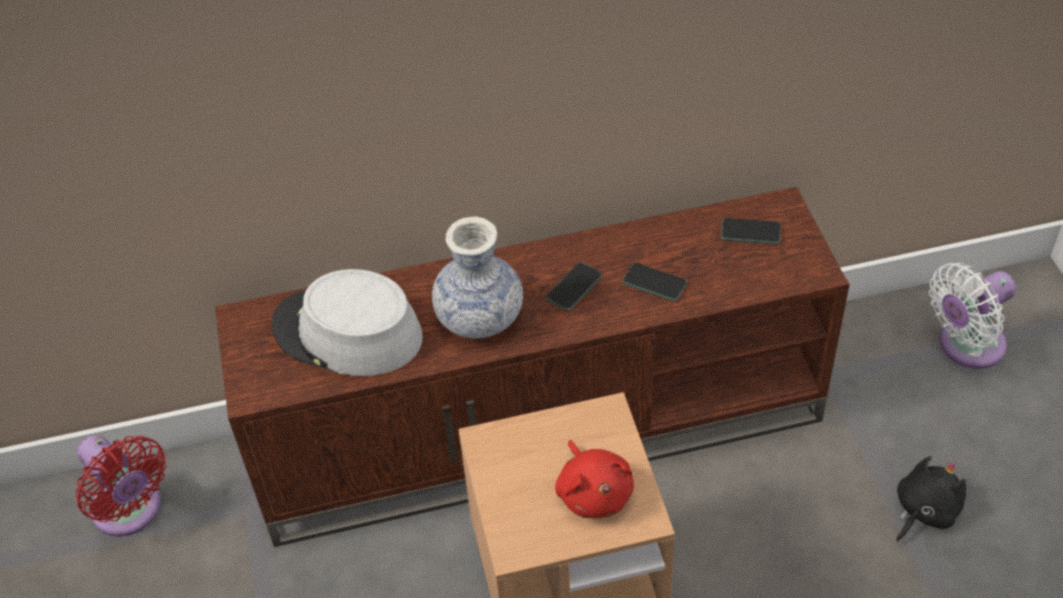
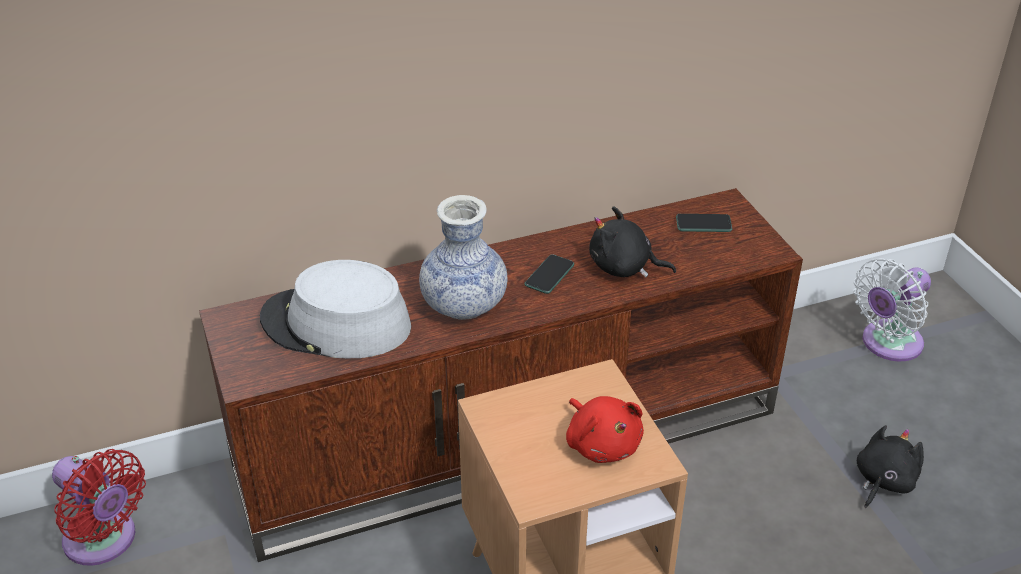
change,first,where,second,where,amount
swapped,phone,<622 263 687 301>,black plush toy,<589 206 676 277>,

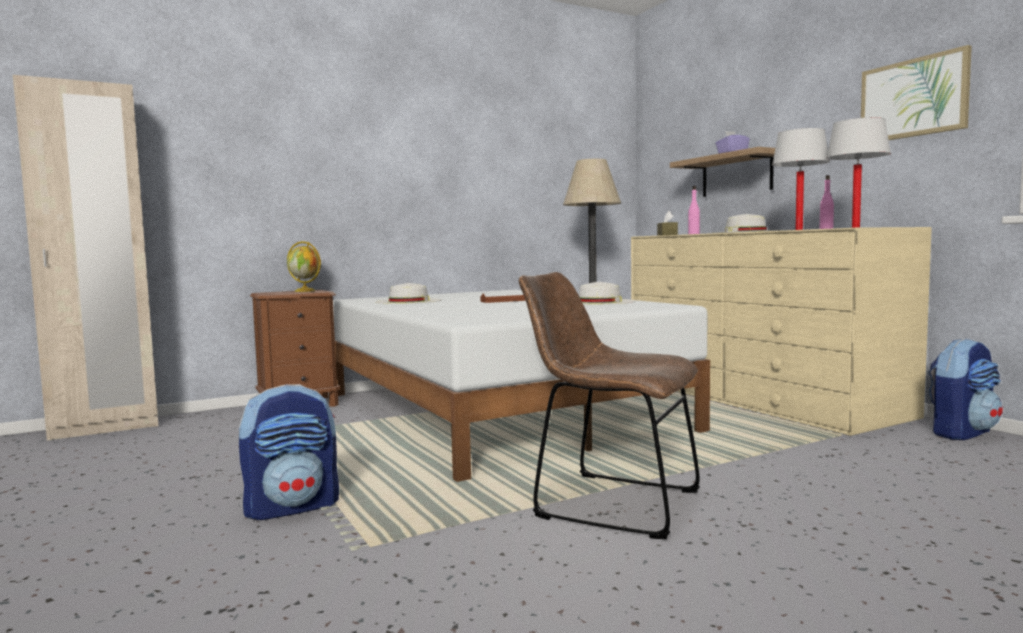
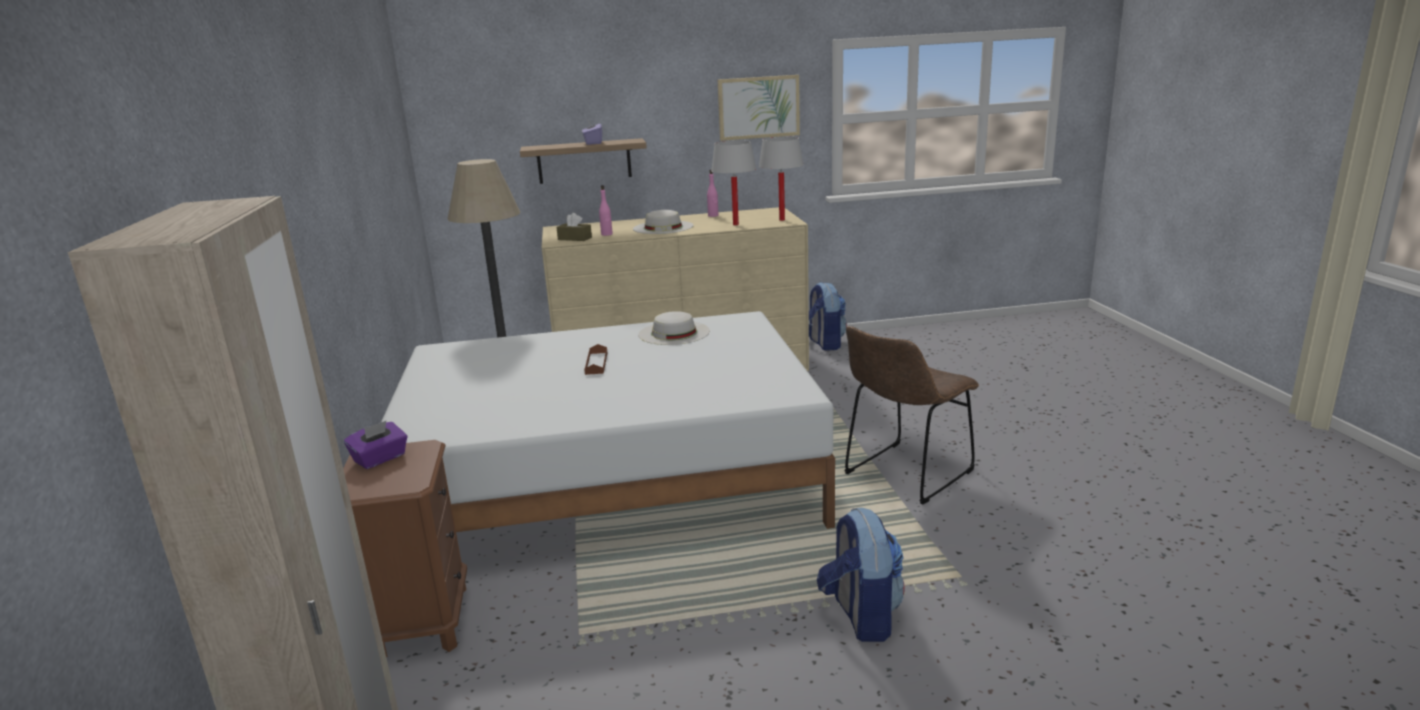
change,first,where,second,where,amount
swapped,globe,<287 241 321 292>,purple tissue box,<344 421 407 469>,
gone,white hat,<376 283 441 304>,,,

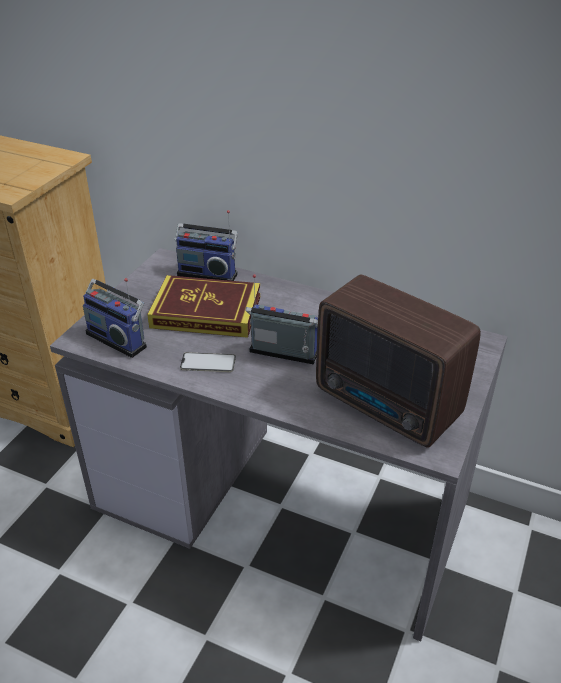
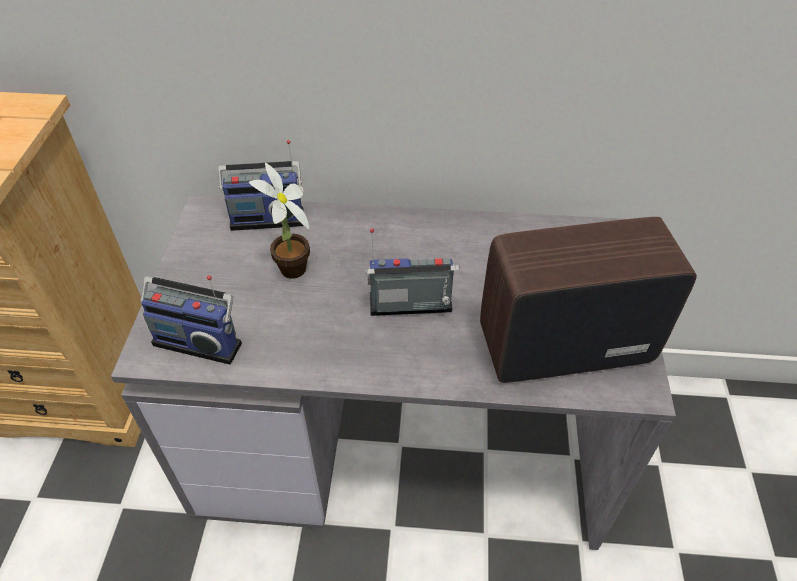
change,first,where,second,where,amount
rotated,radio,<316 274 481 448>,,<480 217 697 383>,150 degrees clockwise
swapped,book,<147 275 260 338>,potted plant,<249 162 310 279>,
gone,phone,<180 352 236 372>,,,

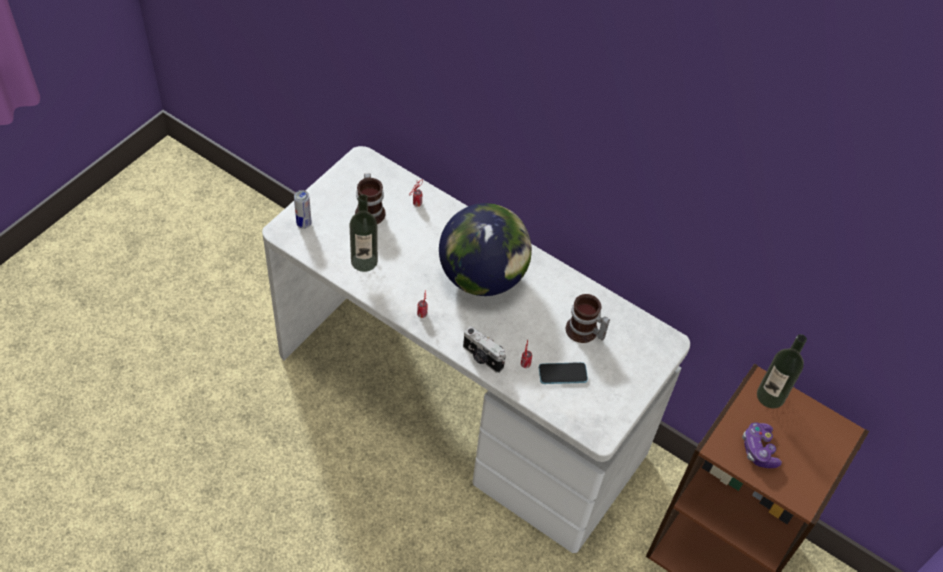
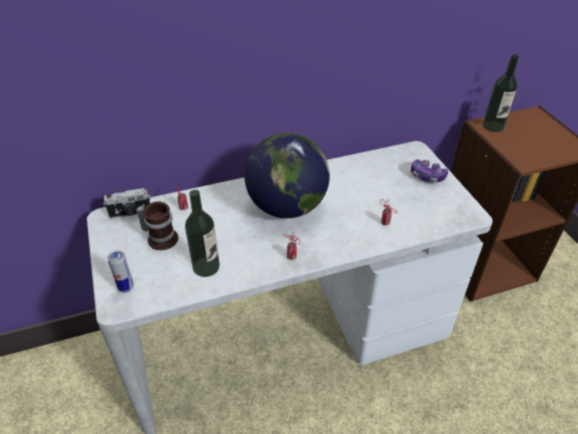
change,first,where,second,where,amount
gone,mug,<566 294 610 343>,,,
shifted,photo camera,<463 326 506 373>,,<104 188 150 219>,
gone,phone,<539 362 588 384>,,,
shifted,game controller,<742 422 782 468>,,<411 159 448 183>,

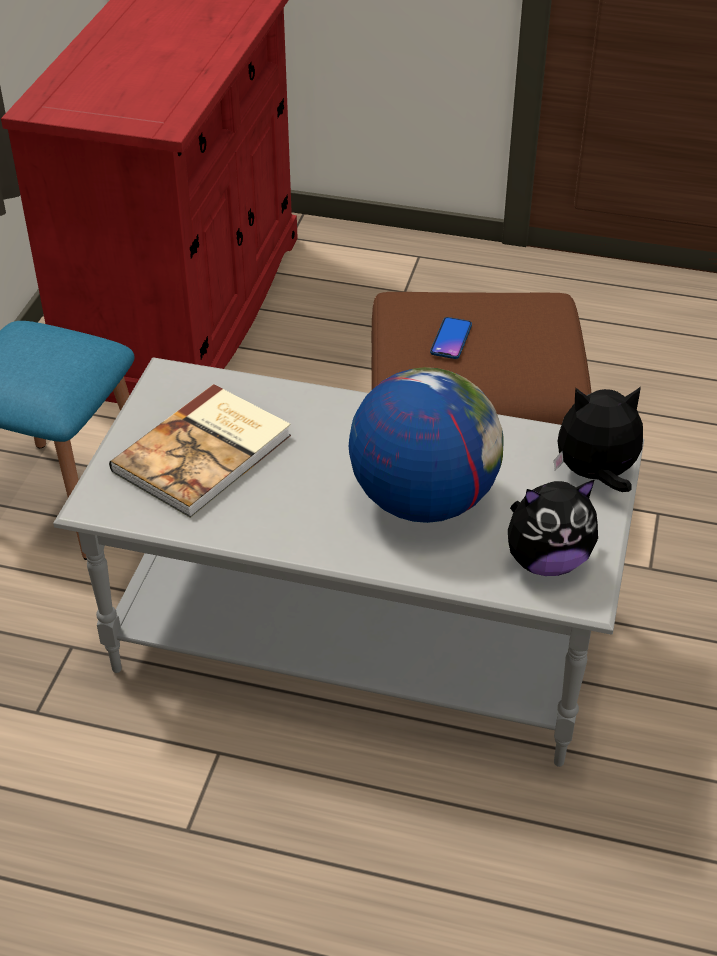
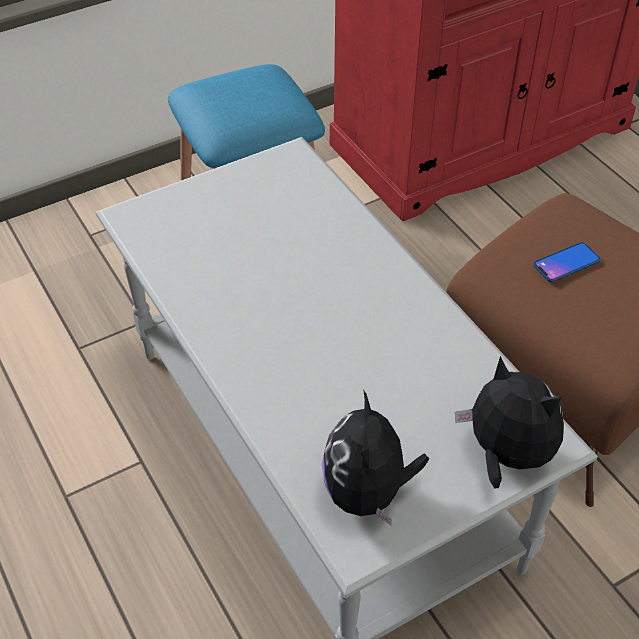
change,first,where,second,where,amount
gone,globe,<349 367 504 523>,,,
gone,book,<109 384 291 518>,,,
rotated,plush toy,<508 479 598 576>,,<322 389 429 526>,60 degrees clockwise

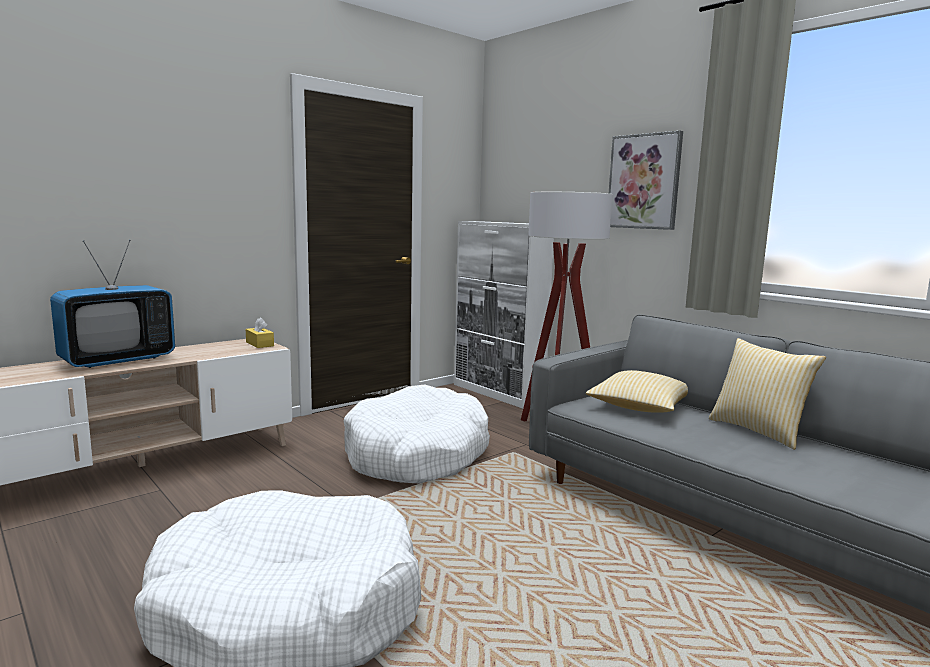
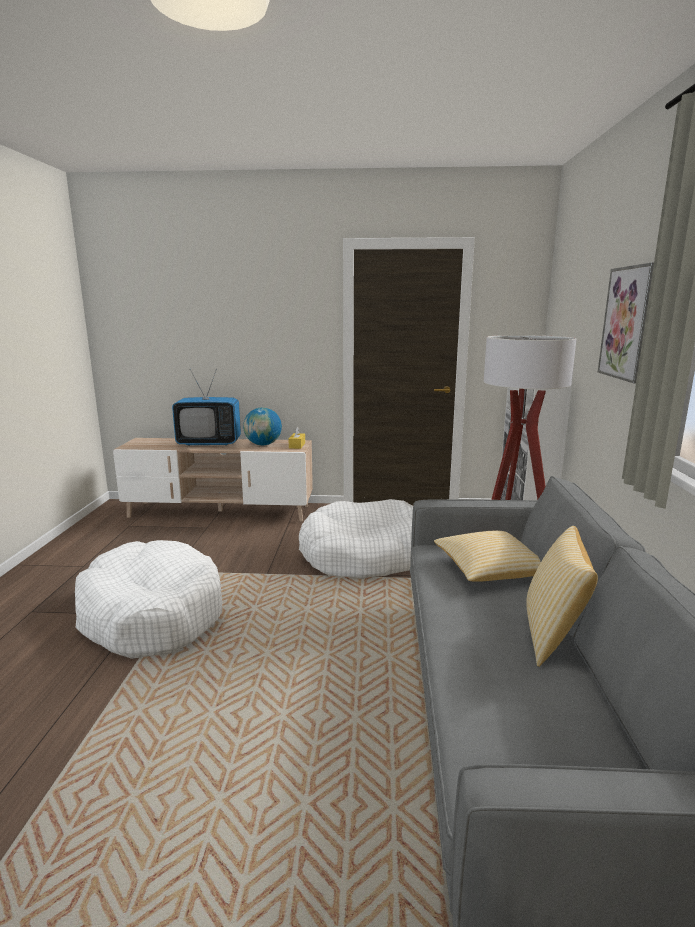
change,first,where,second,where,amount
new,,,globe,<243 408 282 445>,

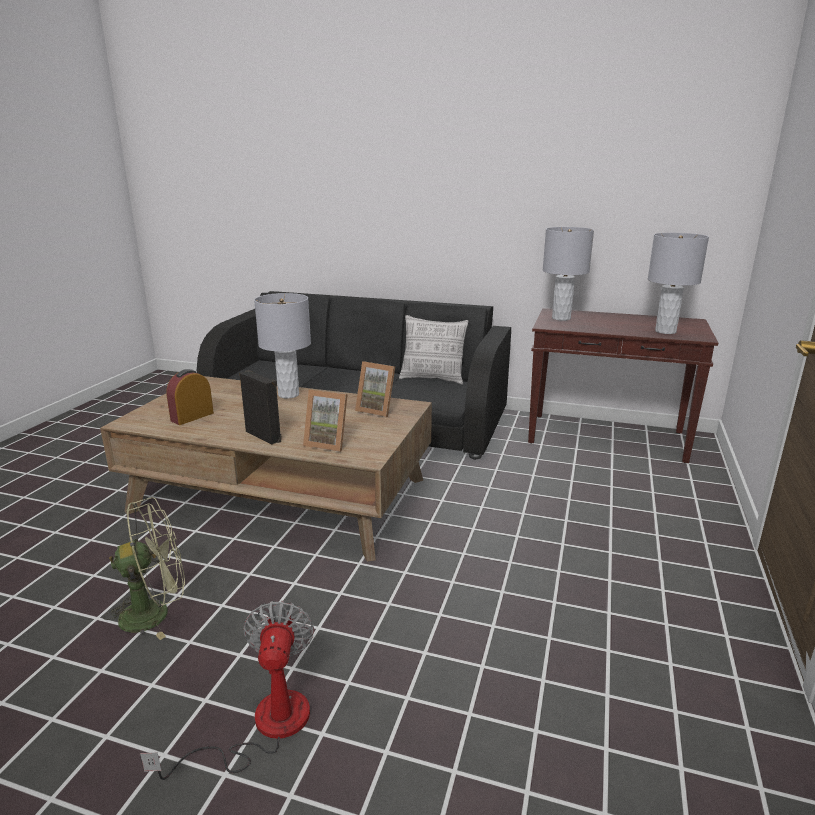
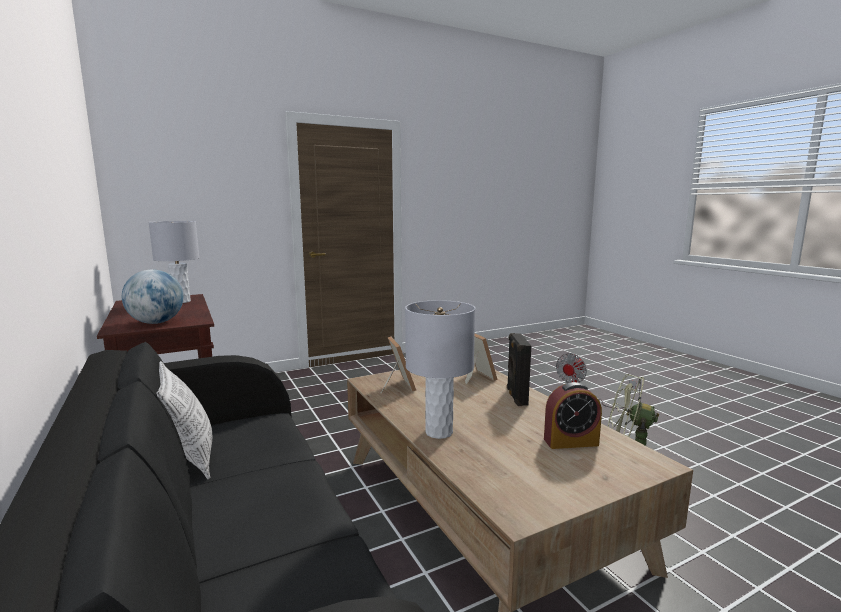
change,first,where,second,where,amount
swapped,grey table lamp,<543 227 594 321>,globe,<122 269 183 324>,

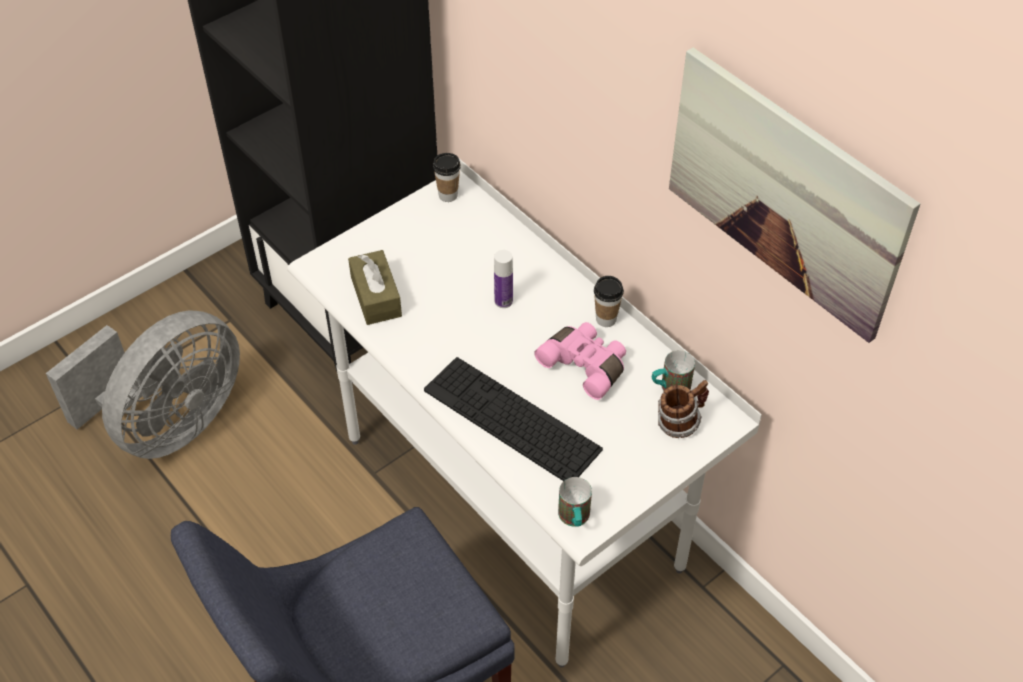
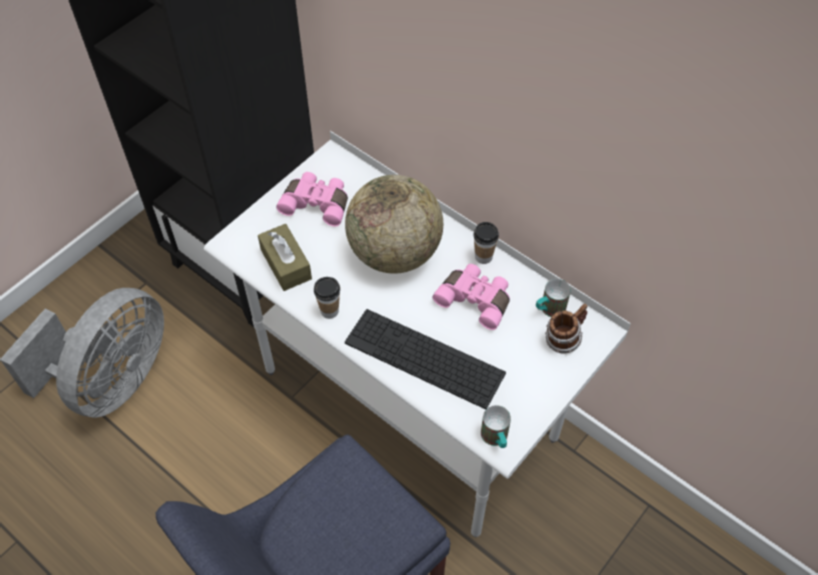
change,first,where,second,where,amount
gone,picture,<669 47 920 343>,,,
shifted,cup,<433 153 461 202>,,<314 277 340 319>,
swapped,bottle,<494 250 513 308>,globe,<345 175 443 274>,
new,,,pink binoculars,<276 172 348 226>,

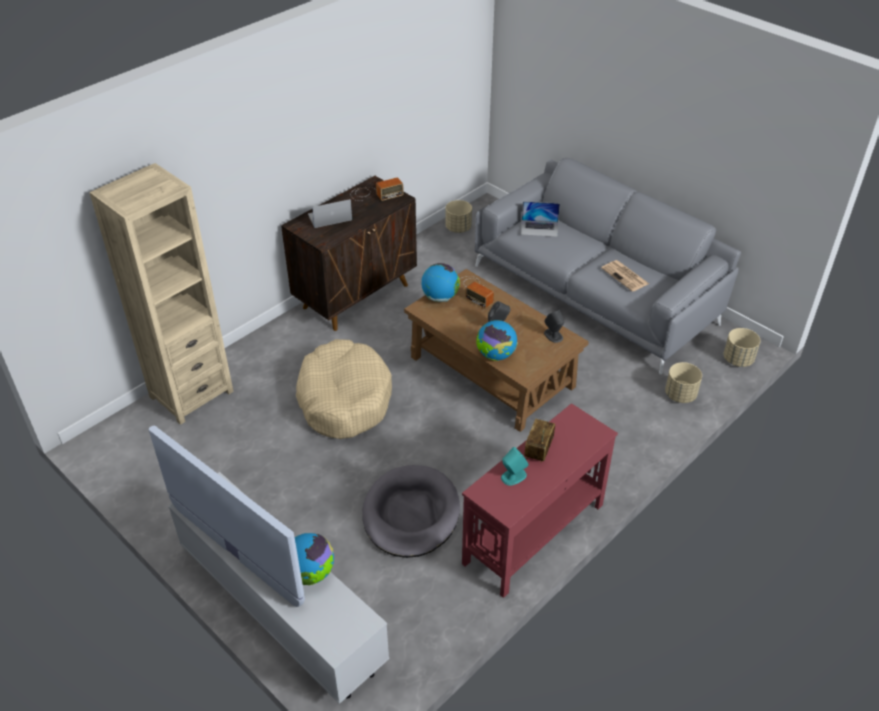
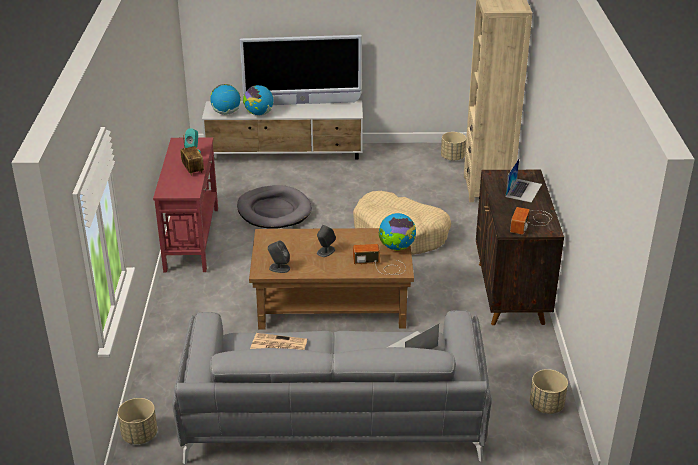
change,first,where,second,where,amount
shifted,globe,<476 320 518 361>,,<210 84 240 115>,
shifted,beige planter,<665 362 702 403>,,<441 132 466 161>,

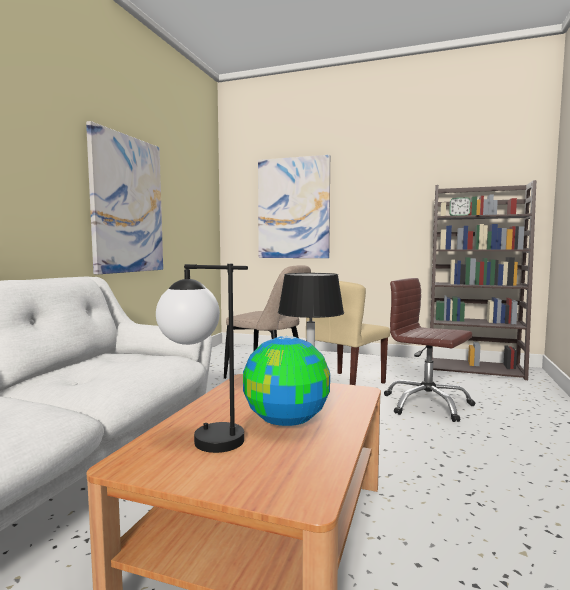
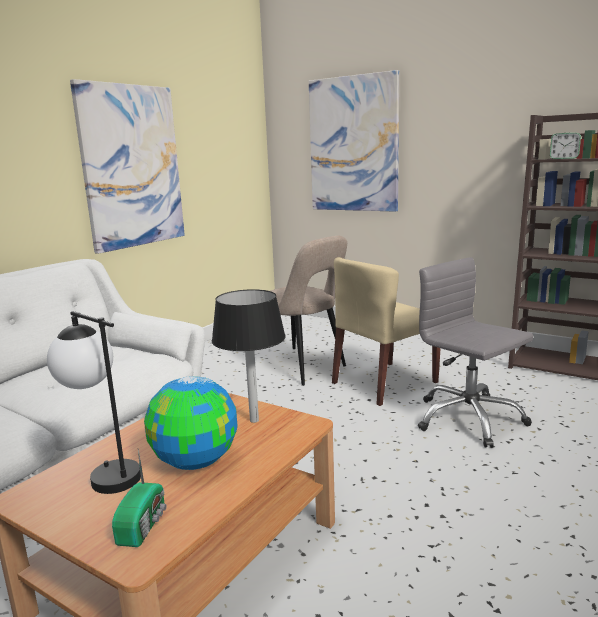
change,first,where,second,where,amount
repainted,brown office chair,<384 278 475 422>,grey office chair,<418 257 533 448>,
new,,,radio,<112 449 167 547>,

